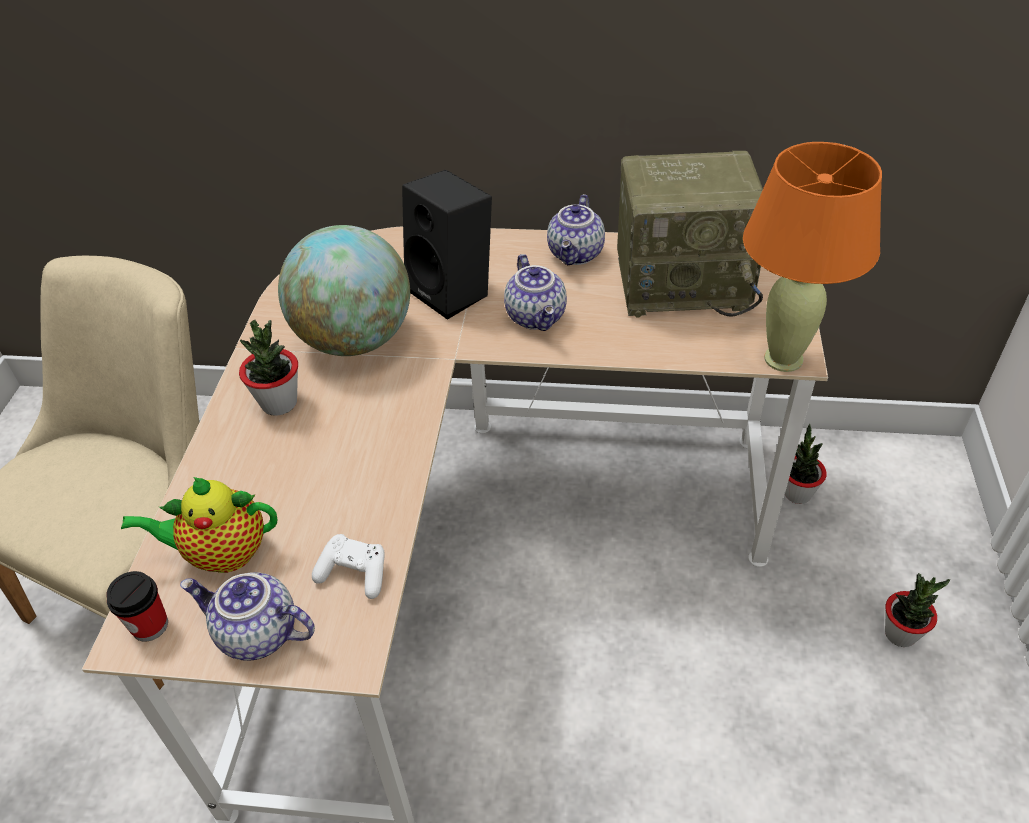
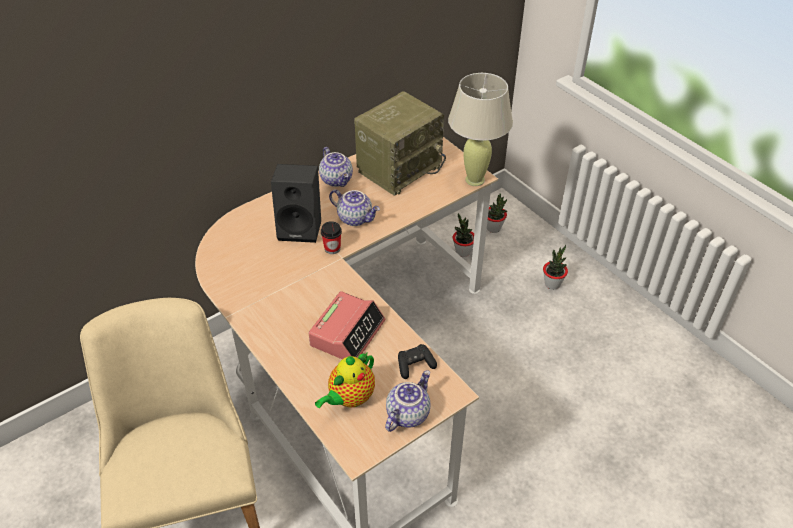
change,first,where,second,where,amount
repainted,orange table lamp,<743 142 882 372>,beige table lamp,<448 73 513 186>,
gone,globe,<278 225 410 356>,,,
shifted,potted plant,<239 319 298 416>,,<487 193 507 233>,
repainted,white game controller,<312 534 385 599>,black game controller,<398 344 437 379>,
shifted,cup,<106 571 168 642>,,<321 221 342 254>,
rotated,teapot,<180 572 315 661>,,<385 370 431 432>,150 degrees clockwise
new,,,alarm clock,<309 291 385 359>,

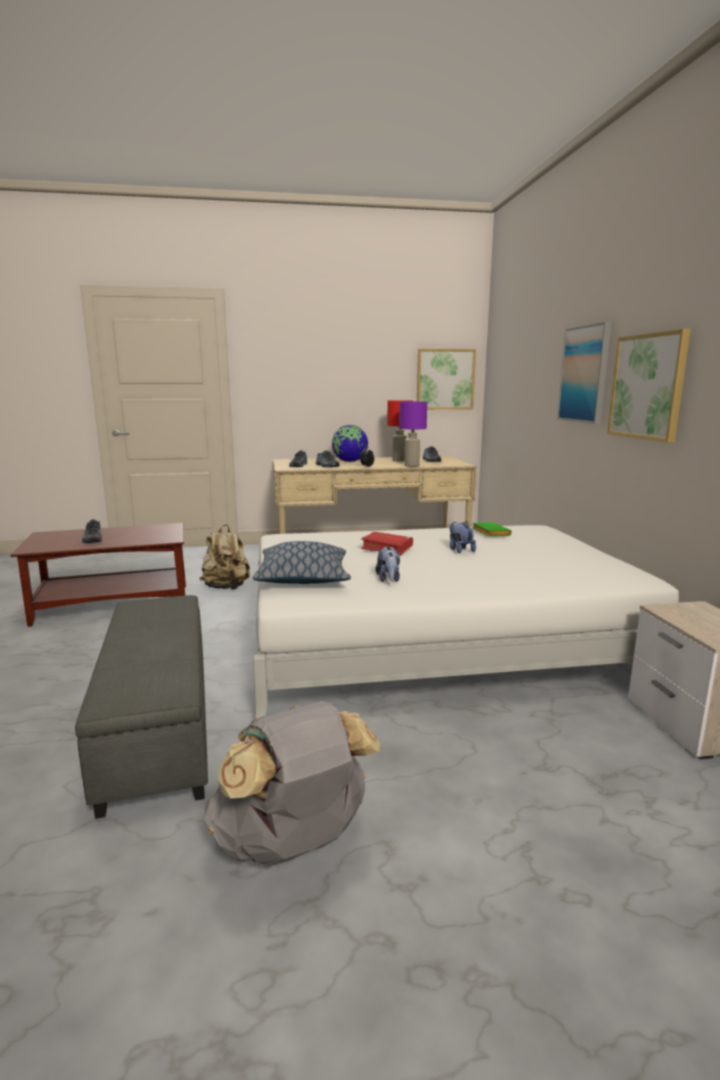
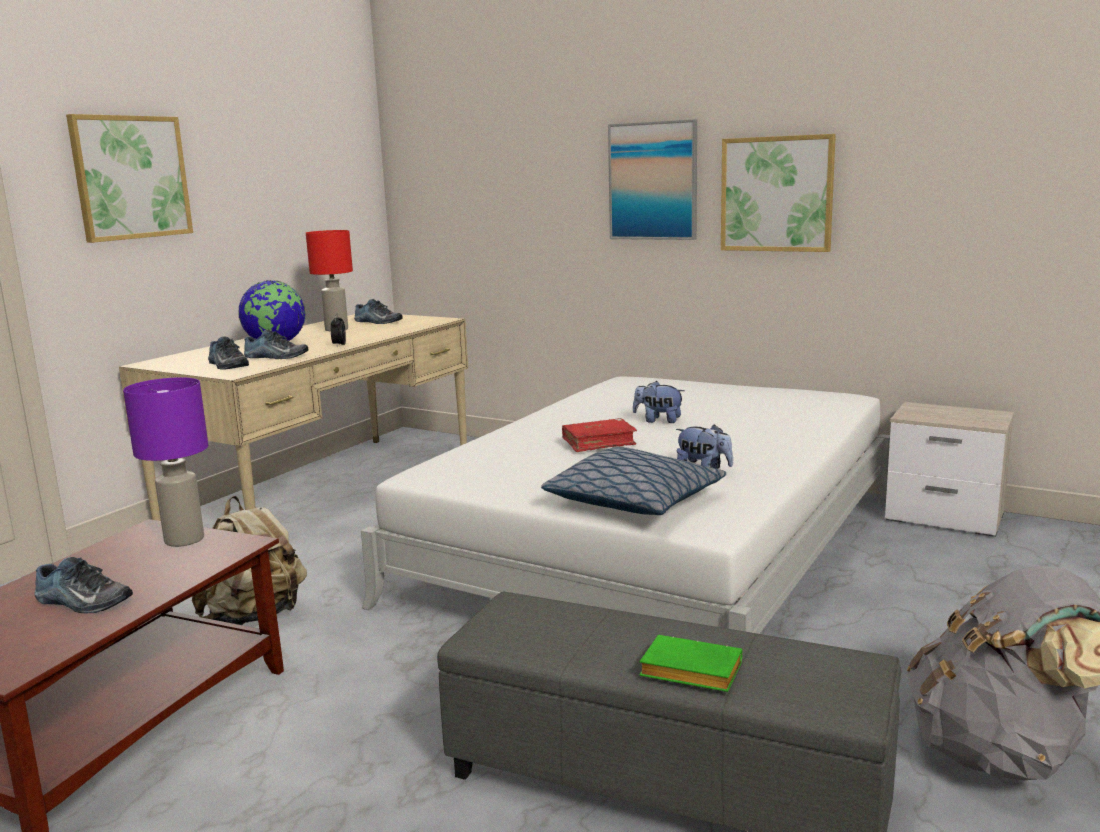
change,first,where,second,where,amount
shifted,picture,<417 349 476 410>,,<66 114 193 243>,
shifted,purple table lamp,<399 402 427 467>,,<123 377 208 547>,
shifted,green book,<472 522 511 536>,,<639 635 742 692>,

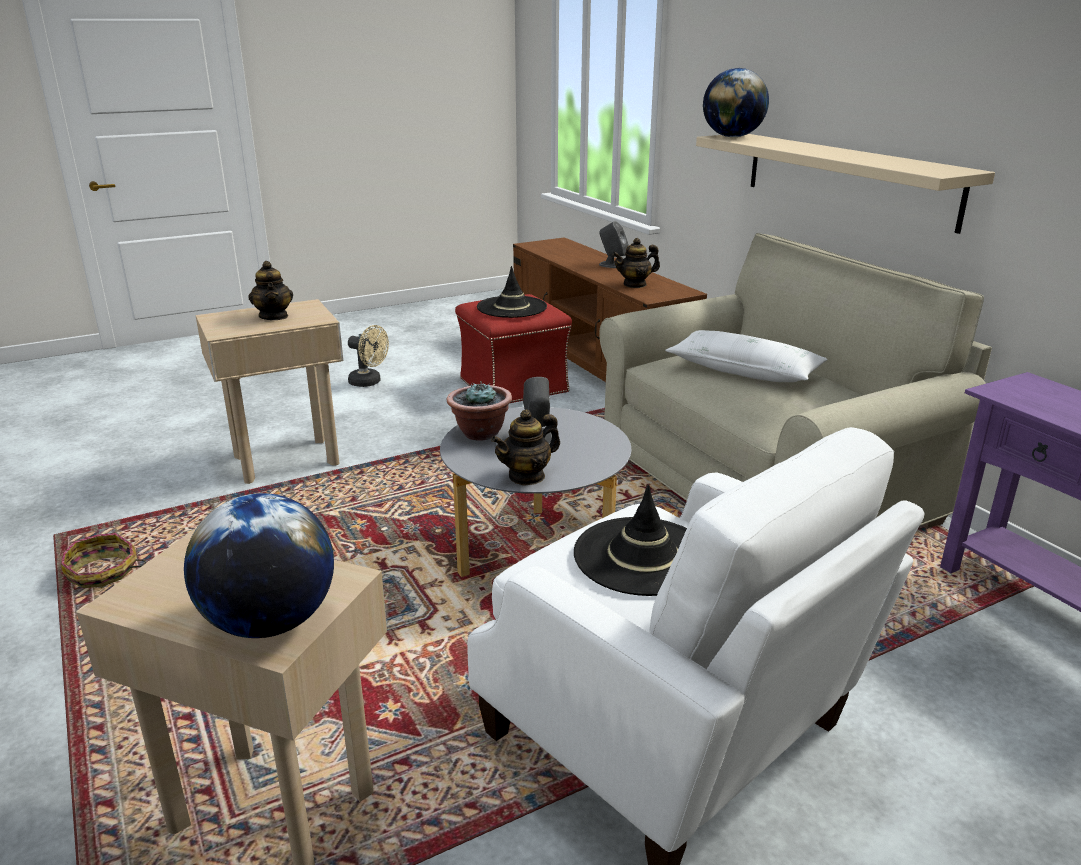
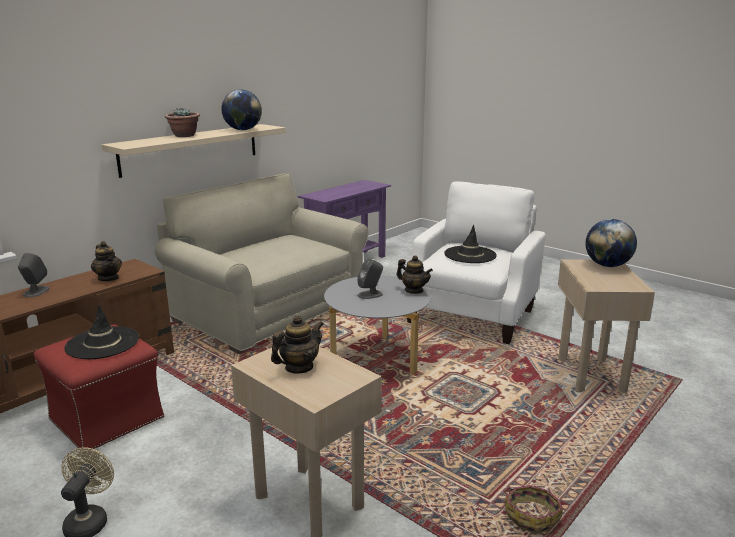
change,first,where,second,where,amount
shifted,globe,<703 68 769 137>,,<222 89 262 130>,
gone,white pillow,<665 330 828 382>,,,
shifted,potted plant,<447 381 512 440>,,<165 108 200 137>,

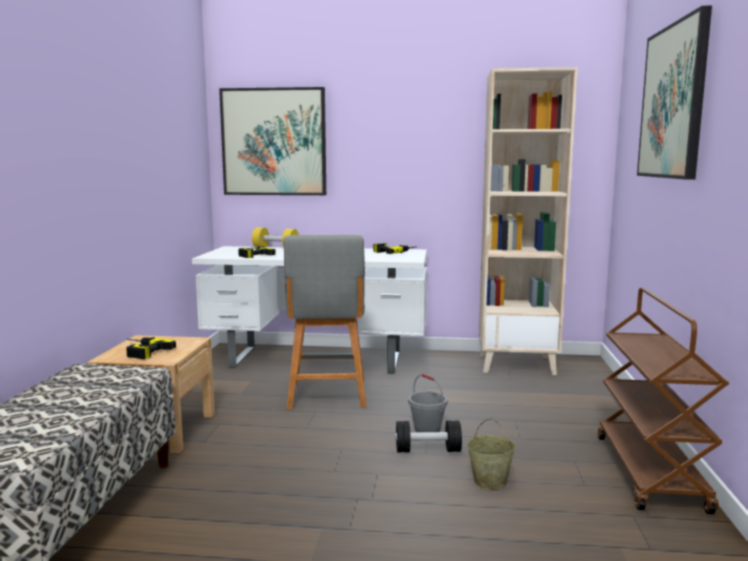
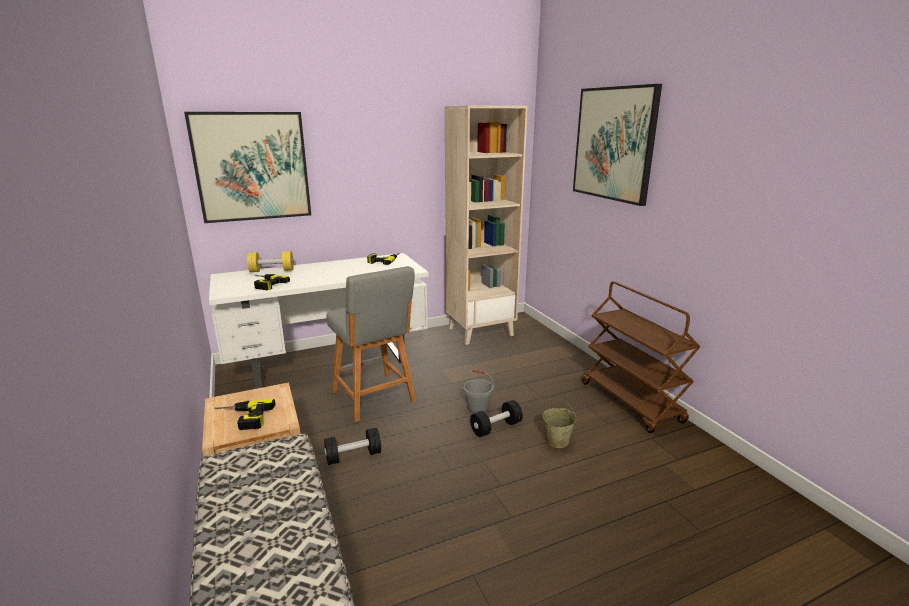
change,first,where,second,where,amount
new,,,black dumbbell,<324 428 382 465>,

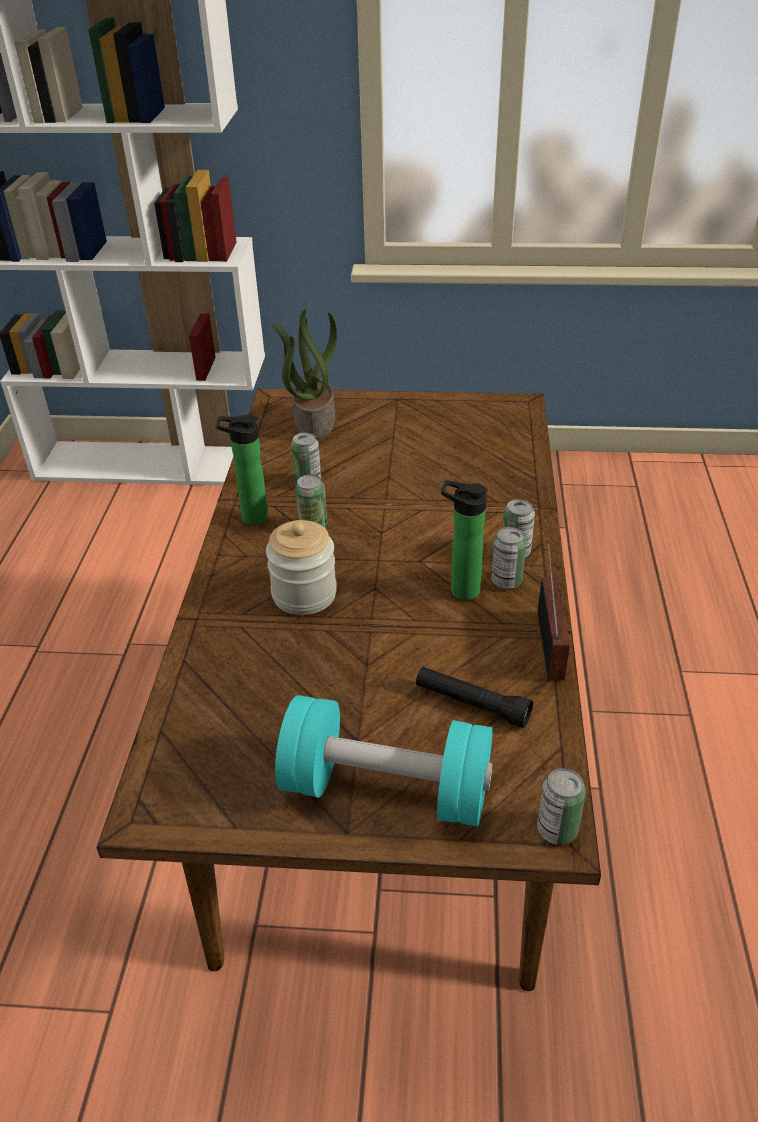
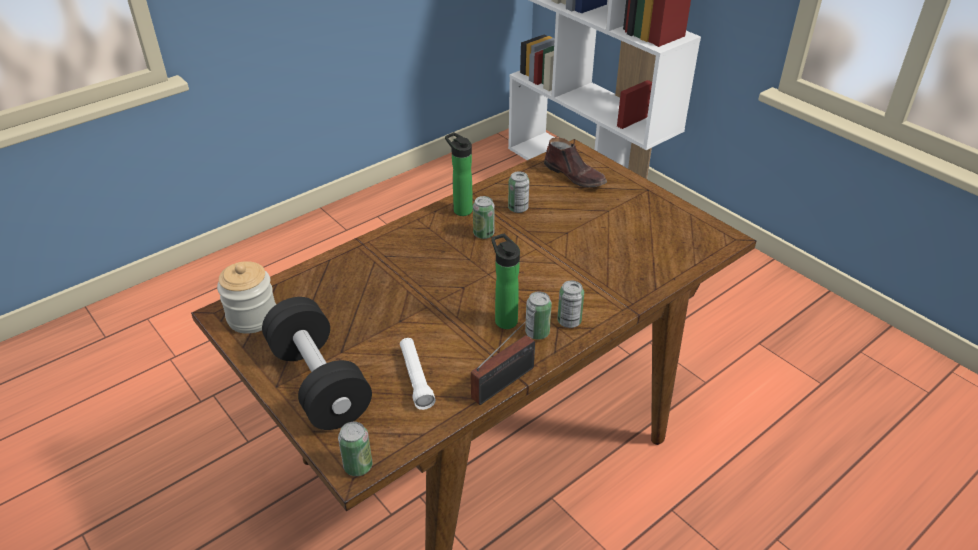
change,first,where,second,where,amount
swapped,potted plant,<271 308 337 439>,brown shoe,<544 137 607 187>,
shifted,jar,<266 520 337 615>,,<217 261 276 334>,
repainted,black flashlight,<416 667 533 728>,white flashlight,<400 338 436 410>,
repainted,turquoise dumbbell,<275 695 493 827>,black dumbbell,<262 297 372 430>,

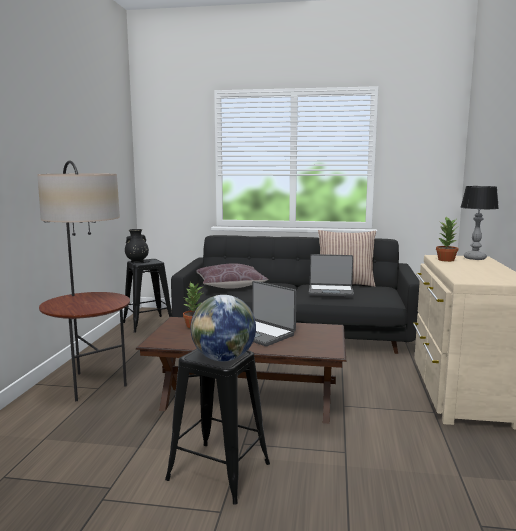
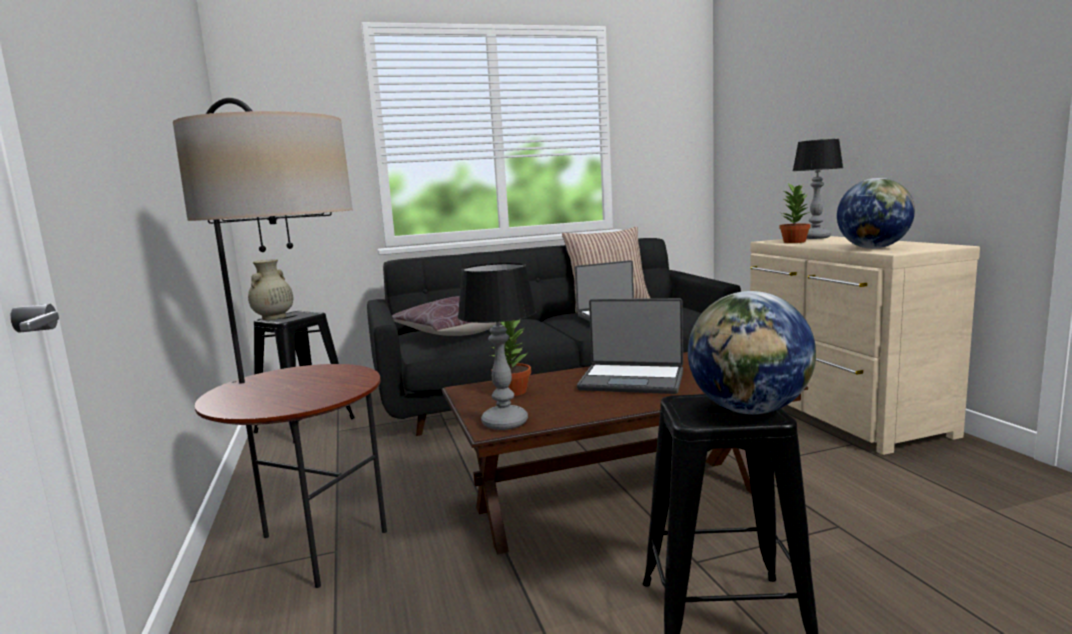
change,first,where,second,where,amount
repainted,black vase,<125 229 149 263>,beige vase,<248 259 293 320>,
new,,,globe,<837 178 915 249>,
new,,,table lamp,<458 263 536 430>,

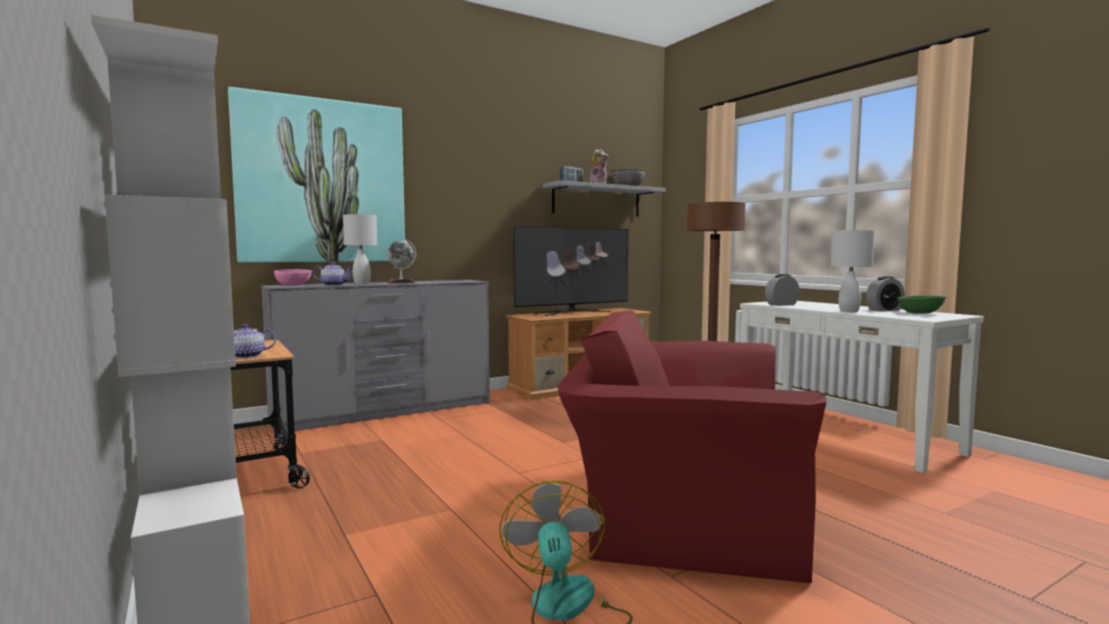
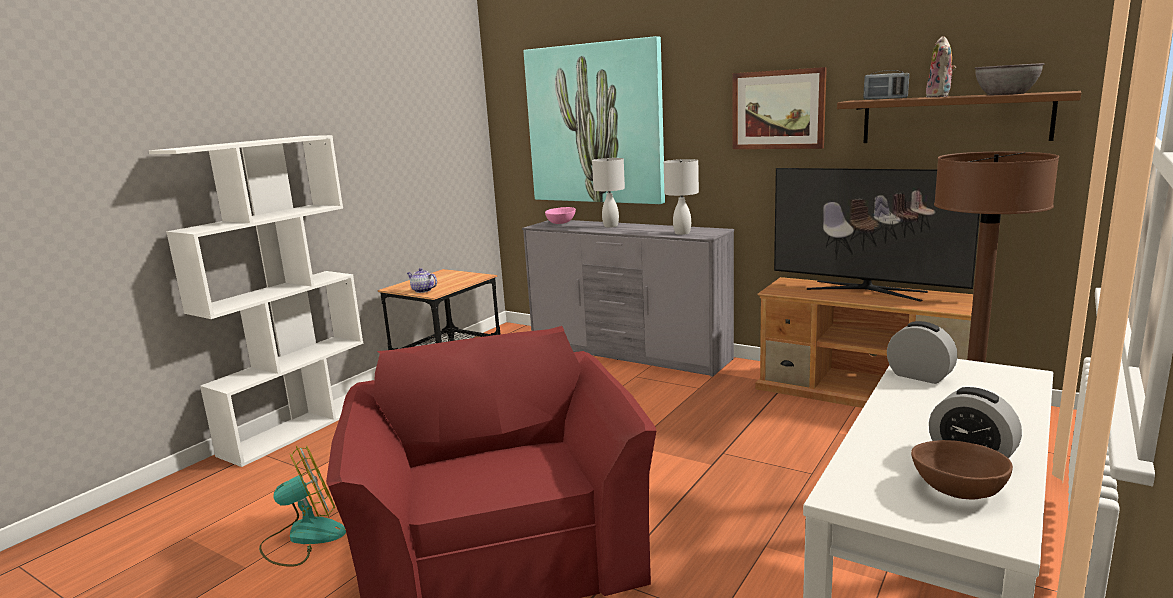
change,first,where,second,where,amount
repainted,grey shelf,<543 180 666 217>,brown shelf,<837 91 1081 143>,
shifted,white table lamp,<831 229 875 312>,,<664 159 699 235>,
gone,globe,<387 239 416 283>,,,
gone,teapot,<313 262 353 286>,,,
repainted,green bowl,<897 296 946 314>,brown bowl,<911 440 1013 499>,
new,,,picture,<732 67 827 149>,

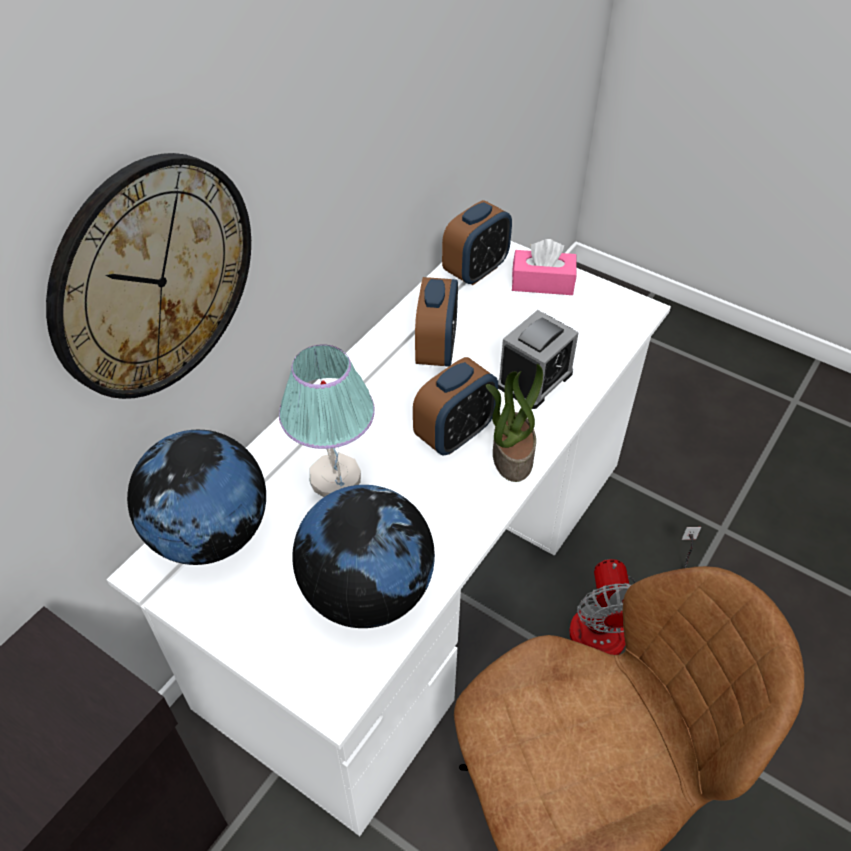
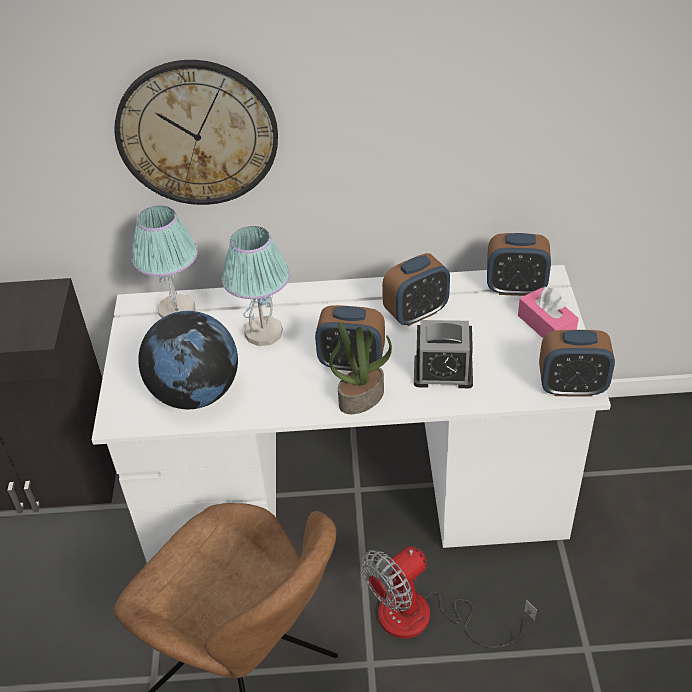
change,first,where,second,where,amount
swapped,globe,<127 430 266 565>,table lamp,<131 206 198 318>,
new,,,alarm clock,<539 330 615 397>,

